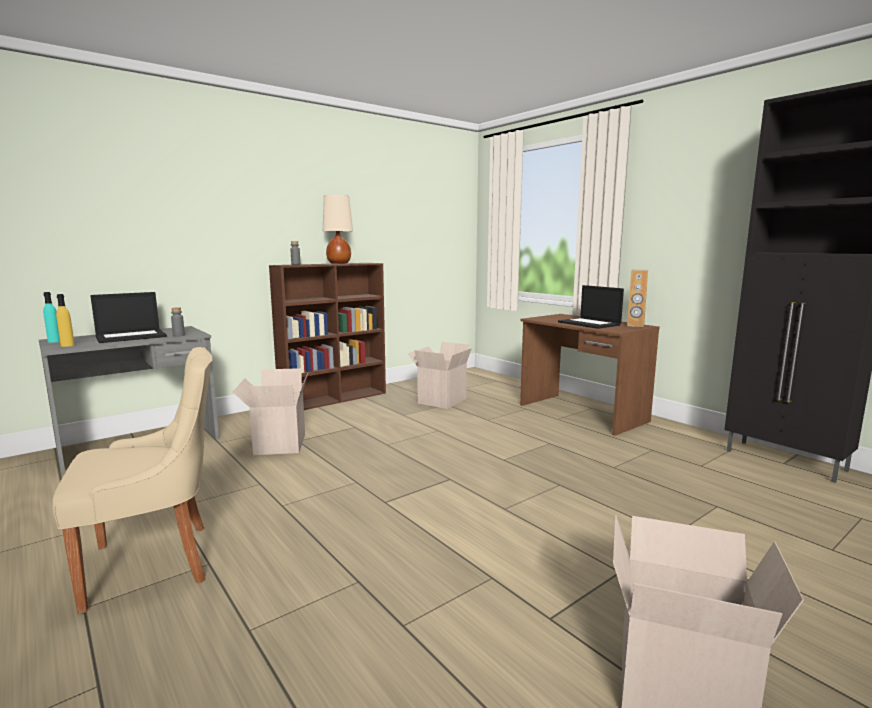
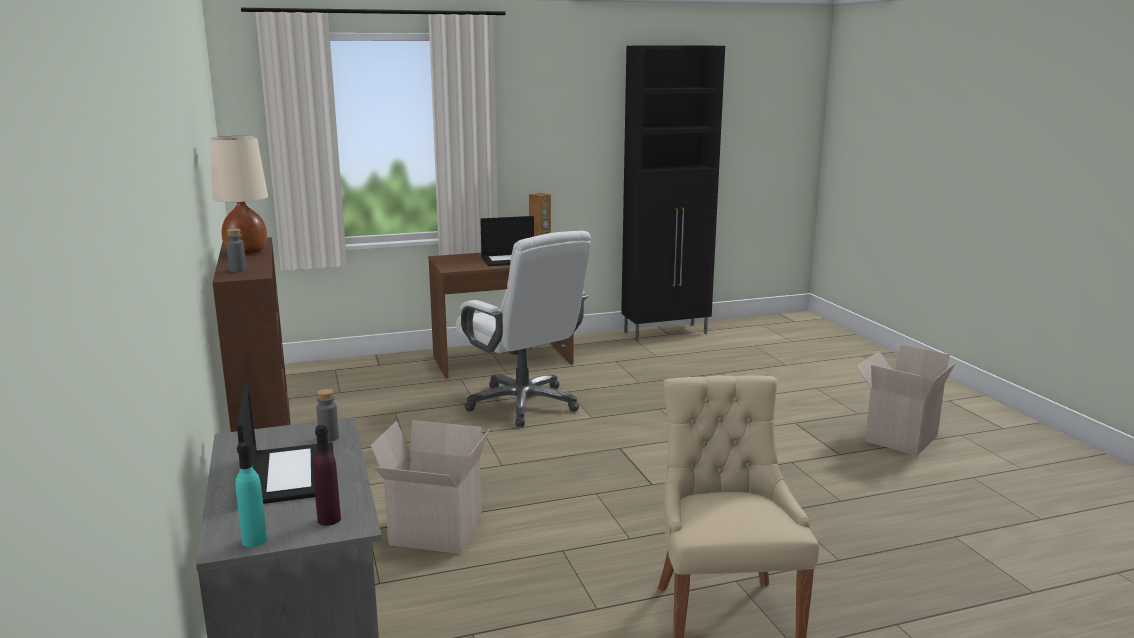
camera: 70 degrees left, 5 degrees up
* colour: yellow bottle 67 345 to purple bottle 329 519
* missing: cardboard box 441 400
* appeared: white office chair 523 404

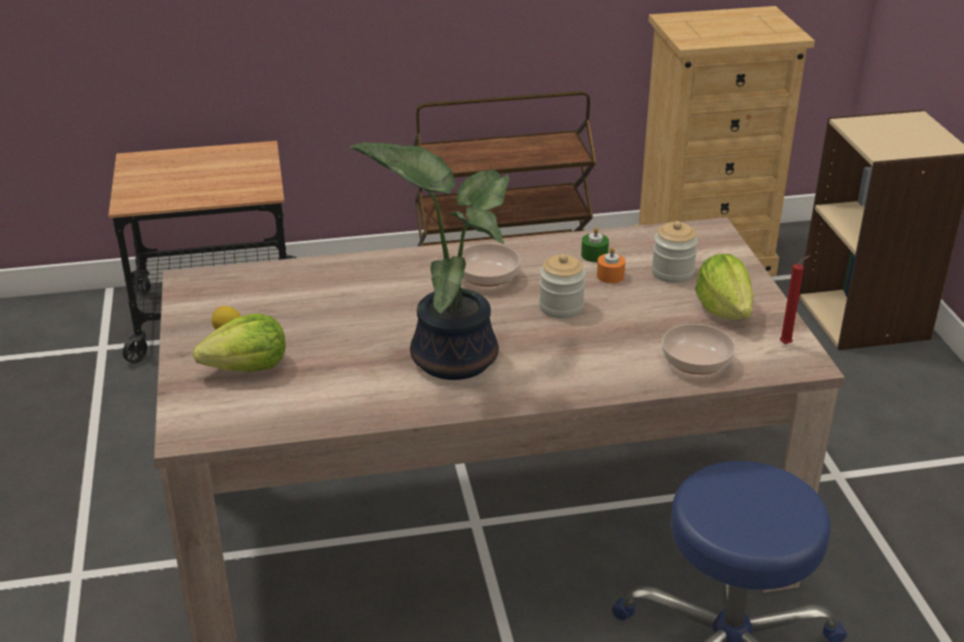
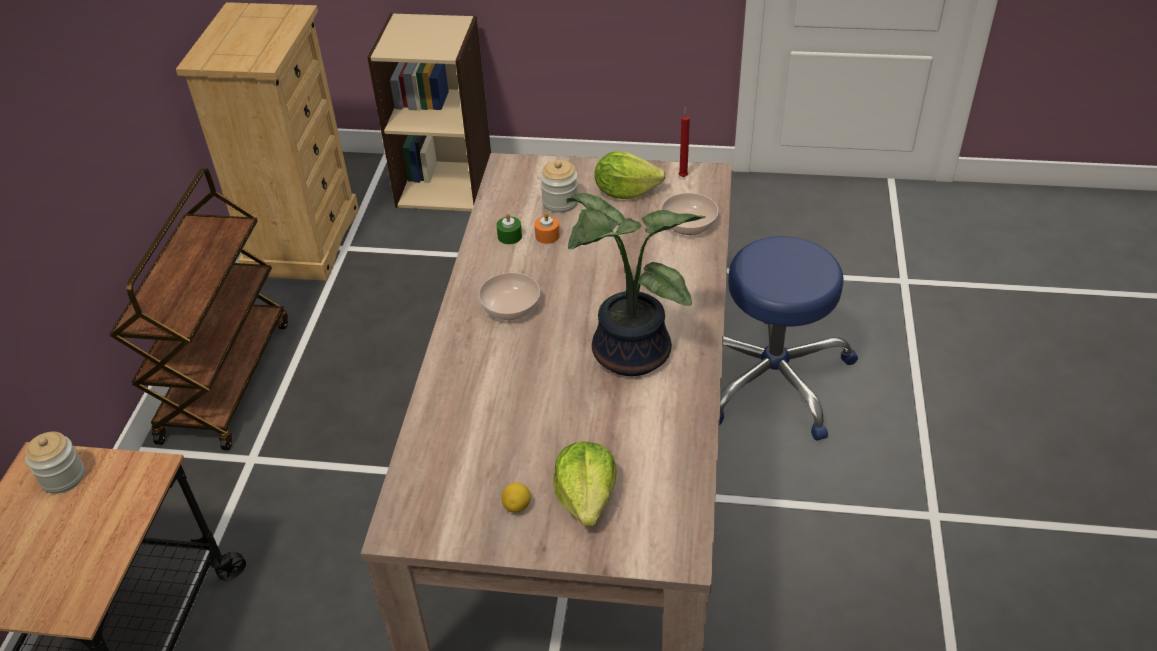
camera: 70 degrees left, 10 degrees up
* relocated: jar 561 307 to 63 477

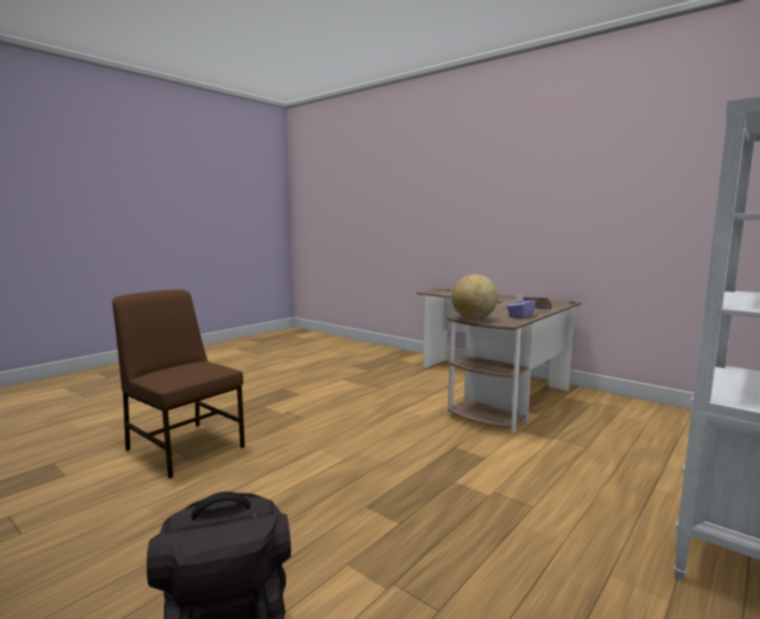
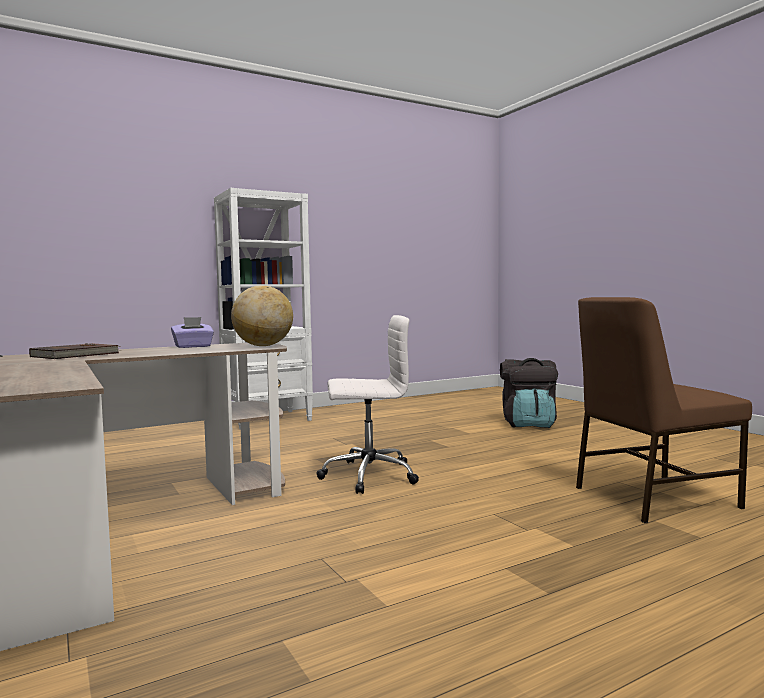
camera: 160 degrees left, 5 degrees down
* spun: brown chair 185 447 = 652 497 105 degrees clockwise
* appeared: white office chair 367 476

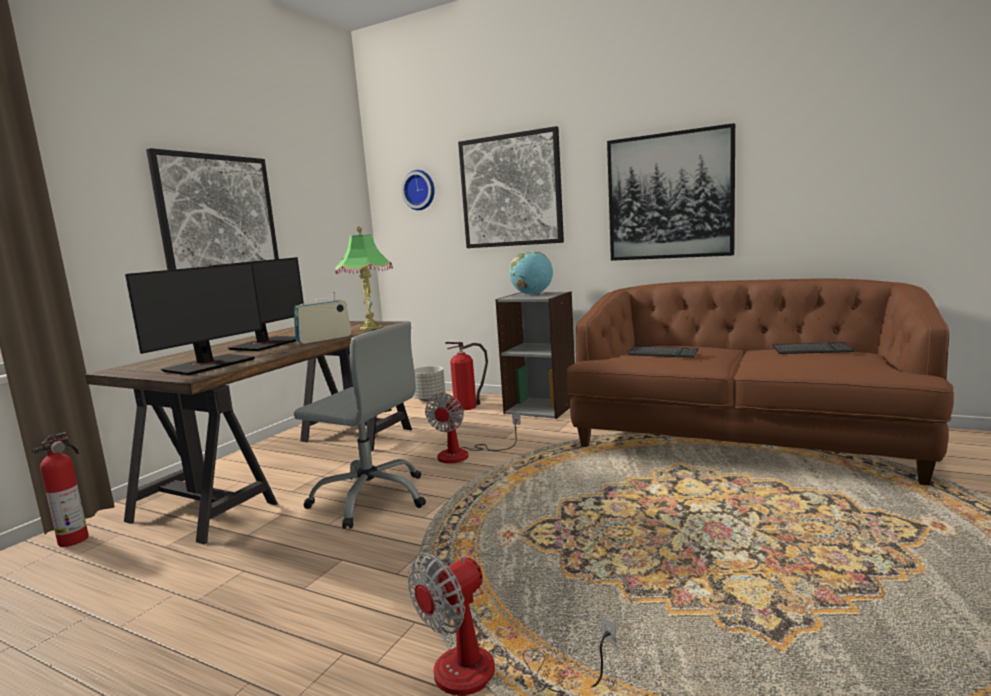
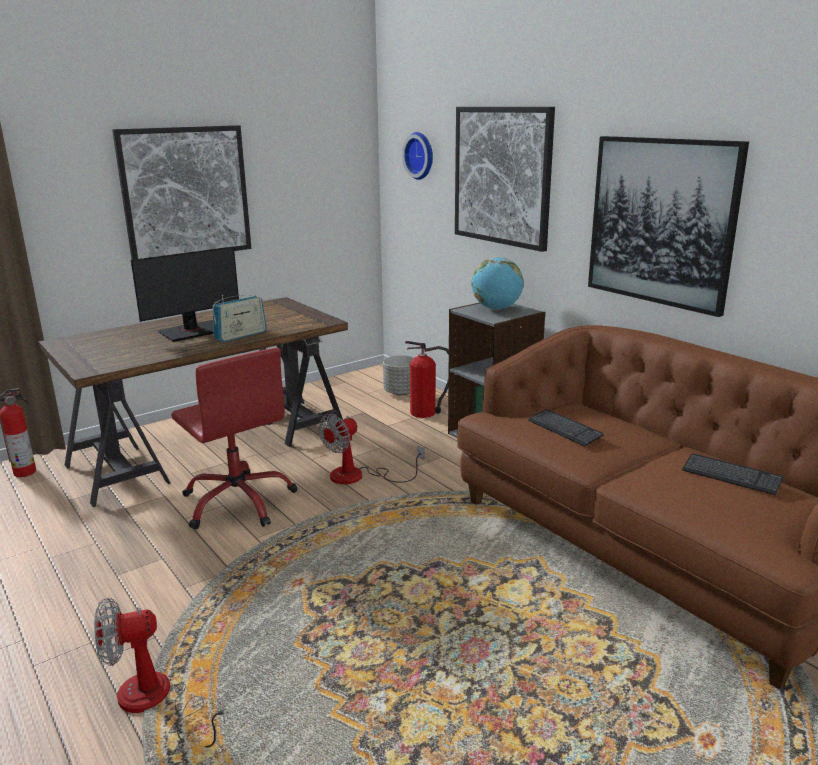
camera: 25 degrees right, 10 degrees up
* missing: monitor 208 365
* spun: radio 324 339 = 241 335 150 degrees clockwise
* colour: grey office chair 371 498 to red office chair 239 501
* missing: table lamp 370 328

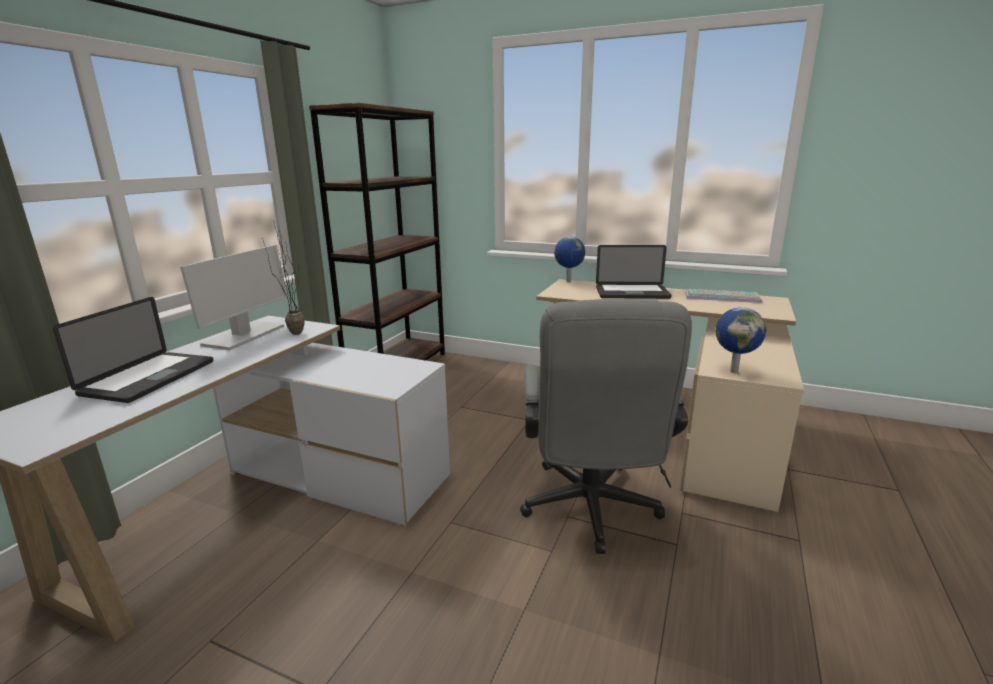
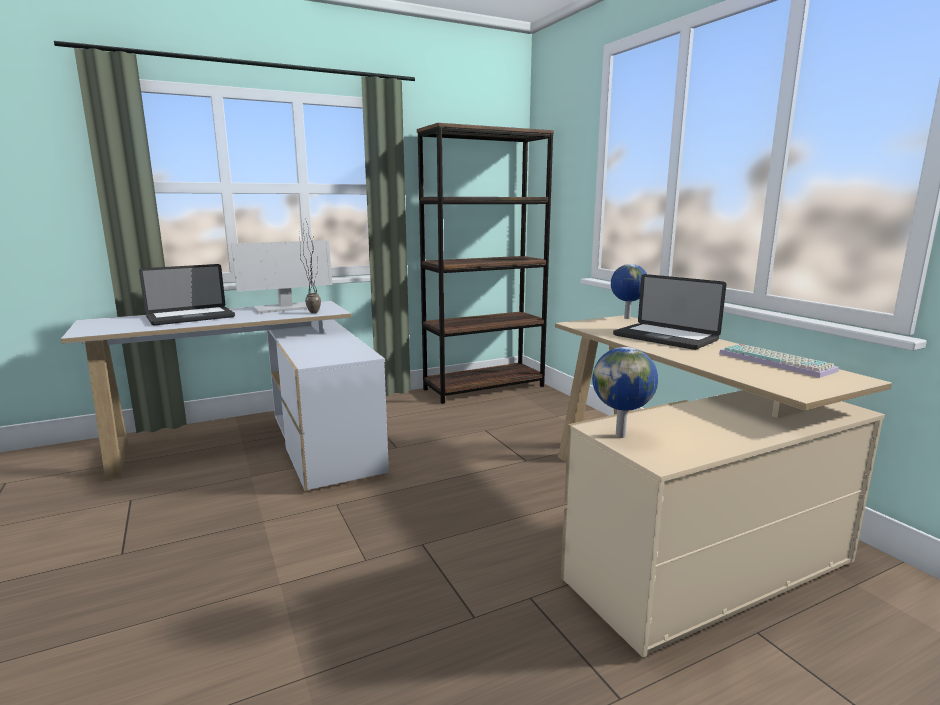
camera: 40 degrees right, 5 degrees down
* missing: grey office chair 590 512

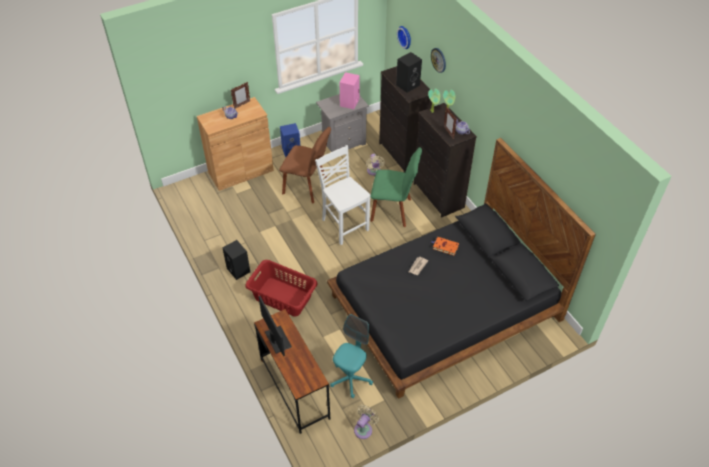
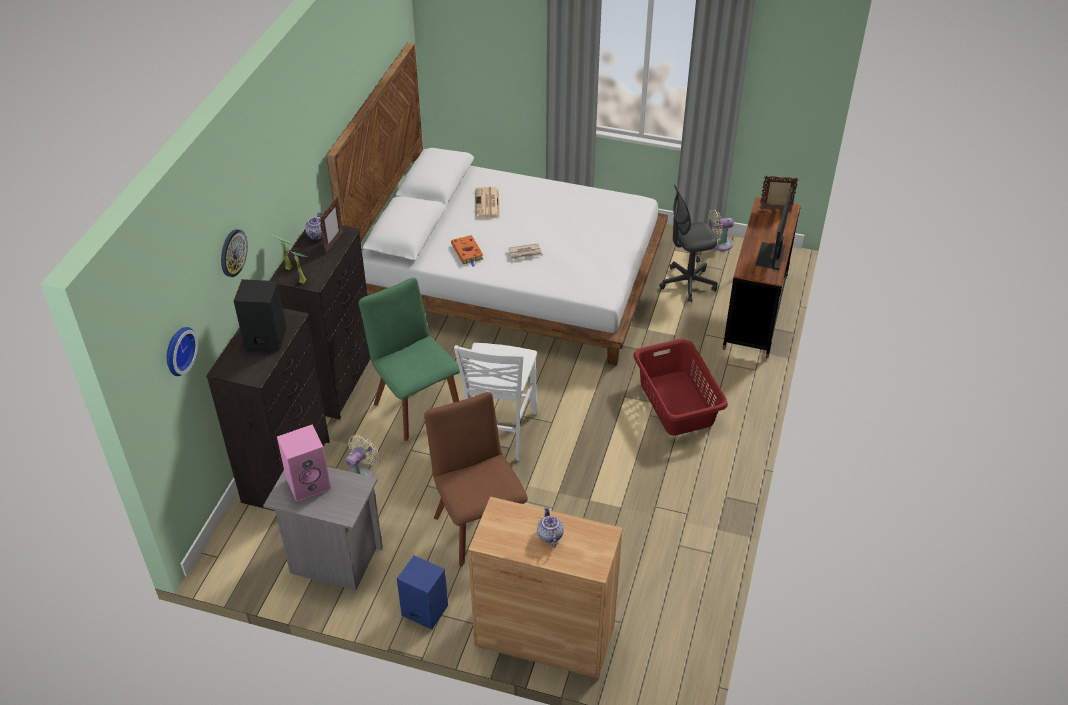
camera: 135 degrees left, 5 degrees down
* missing: black speaker 239 270
* relocated: picture frame 241 105 to 775 210
* colour: black bed 444 307 to white bed 512 275
* colour: turquoise office chair 351 379 to grey office chair 687 283
* appeared: newspaper 487 203

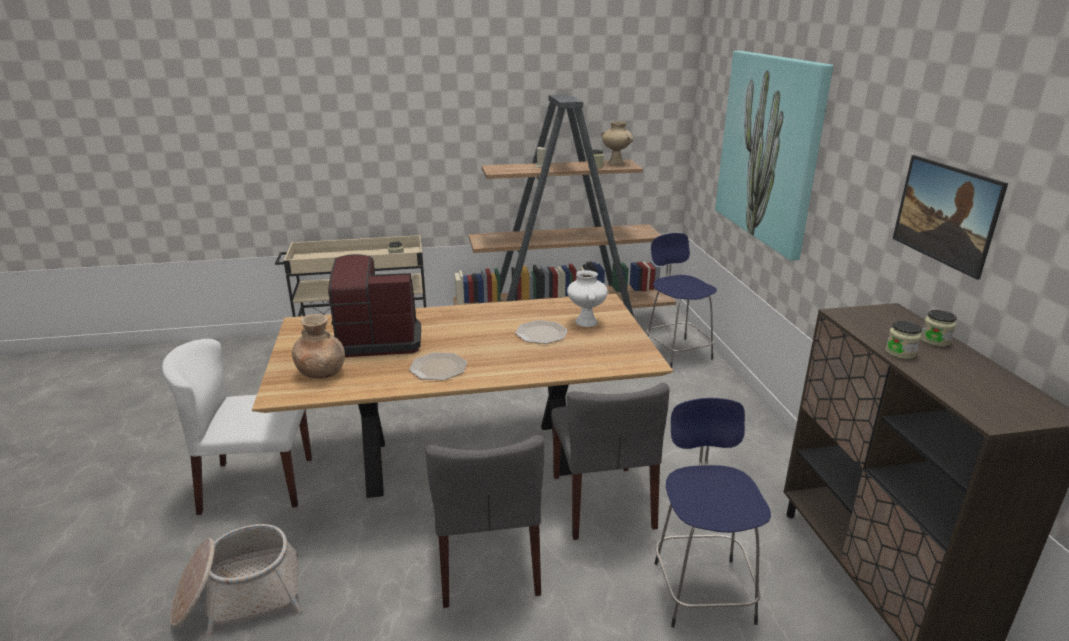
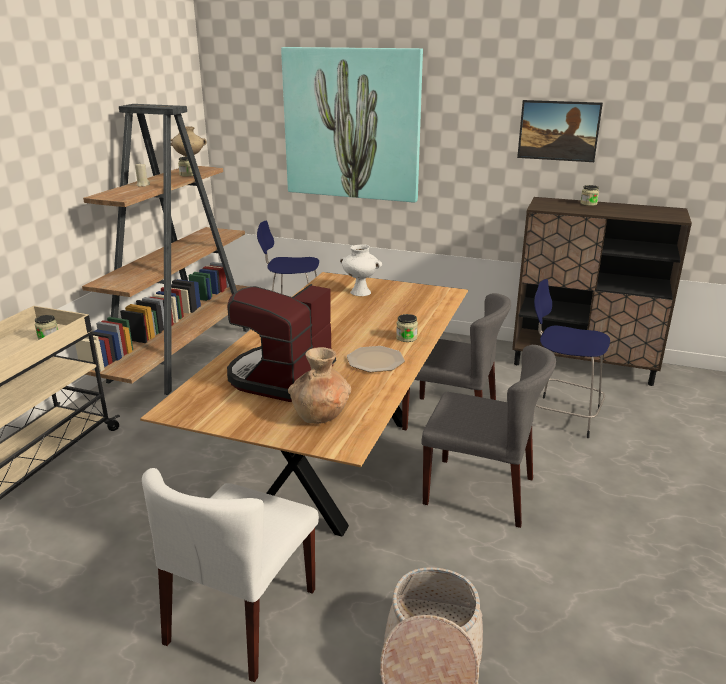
camera: 60 degrees left, 0 degrees up
* missing: plate 541 333
* relocated: jar 900 352 to 406 338

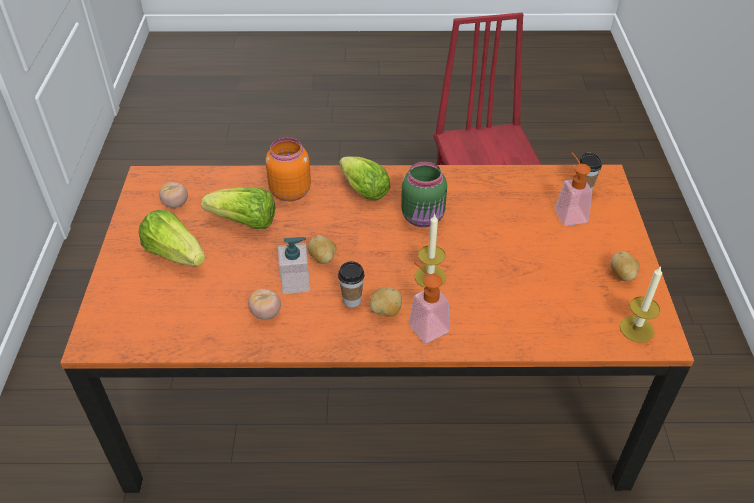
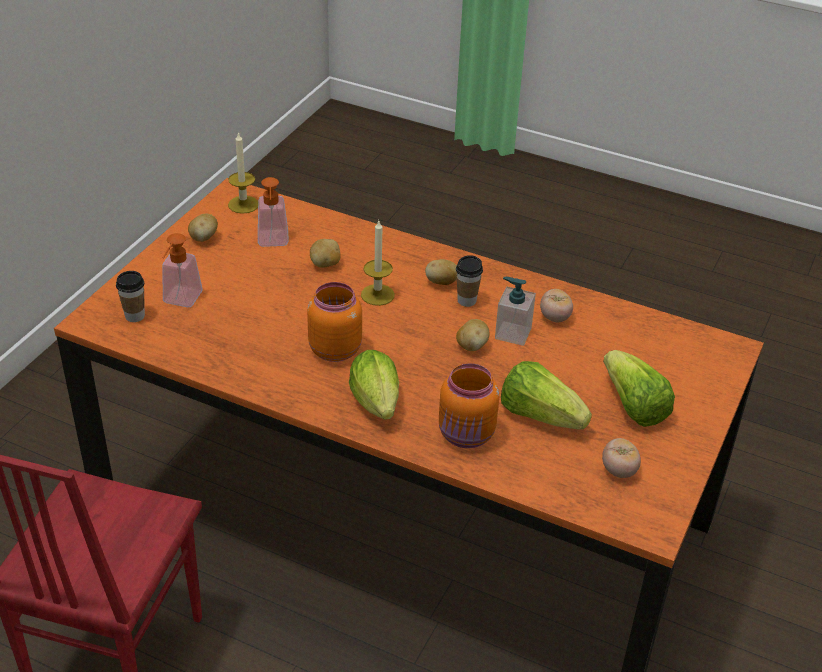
camera: 155 degrees left, 5 degrees down
* colour: green jar 423 218 to orange jar 334 349
* relocated: soap dispenser 424 324 to 273 243
* appeared: potato 325 264

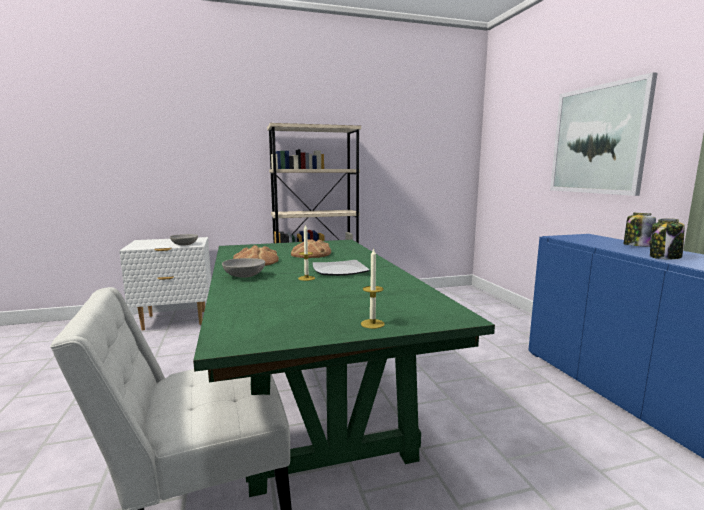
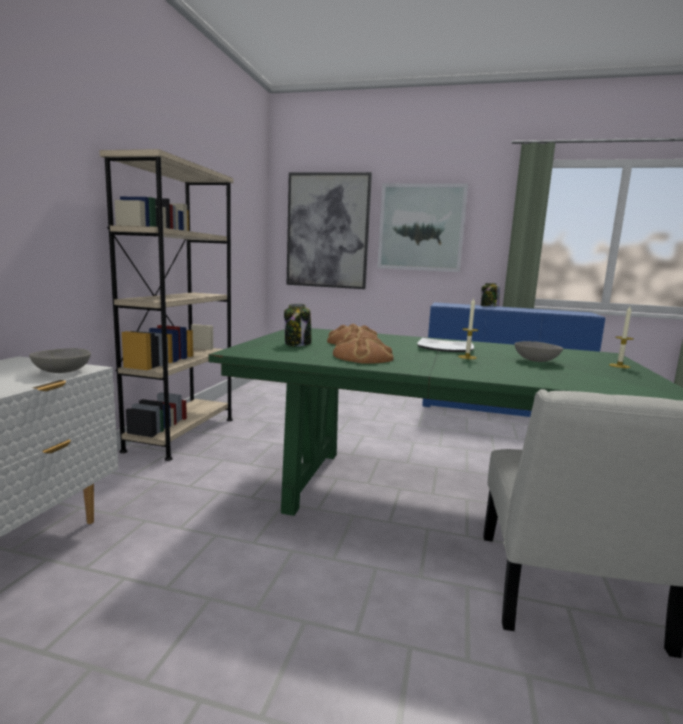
camera: 60 degrees left, 0 degrees up
* relocated: grey bowl 244 276 to 535 361
* relocated: jar 665 257 to 298 344
* appeared: picture 328 231

